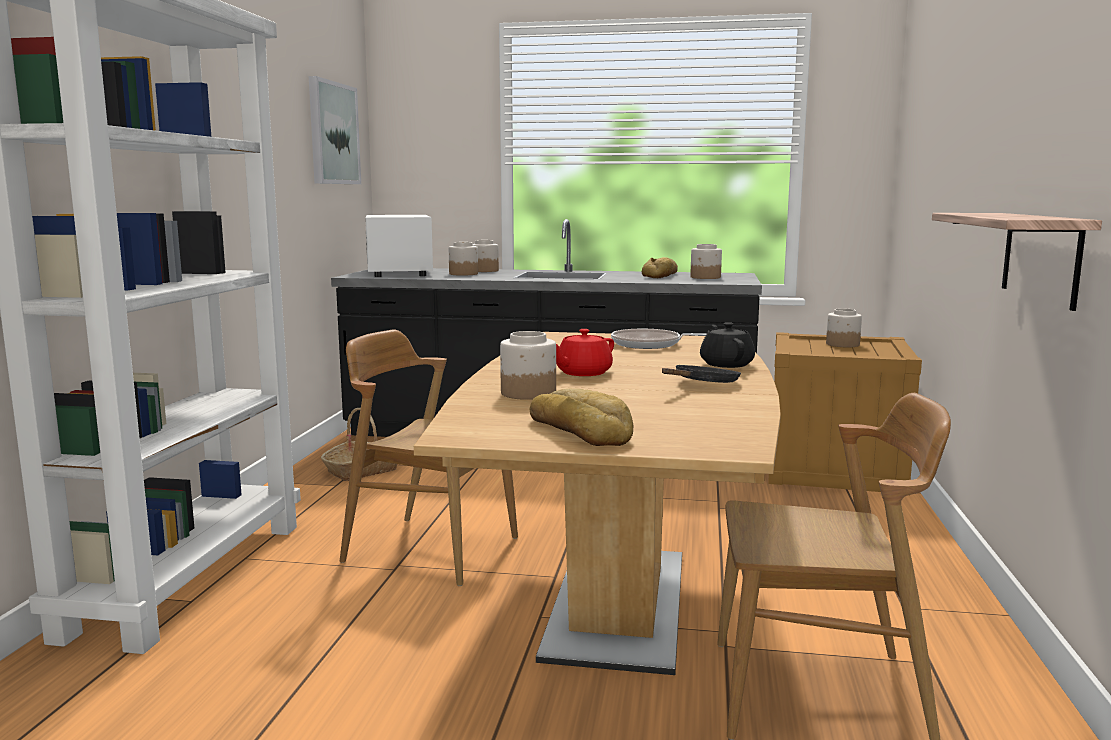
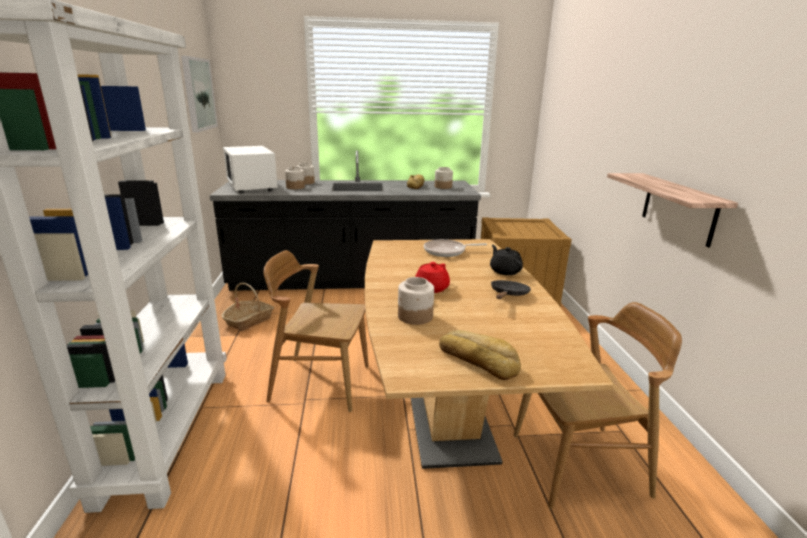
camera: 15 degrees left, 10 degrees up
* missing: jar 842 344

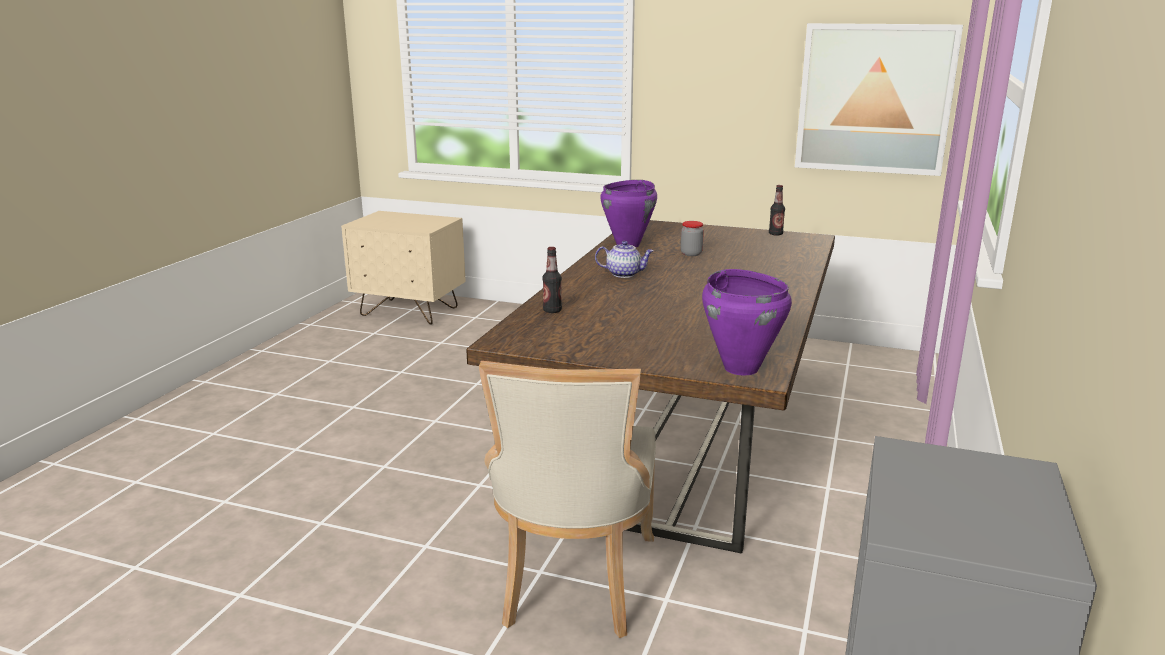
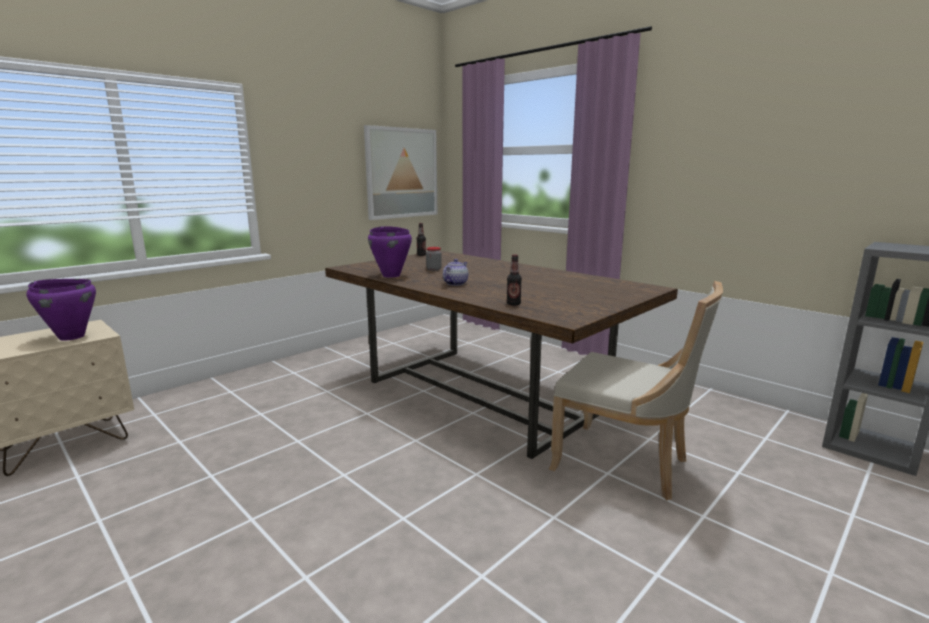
camera: 65 degrees left, 5 degrees down
* relocated: purple cooking pot 741 368 to 71 337

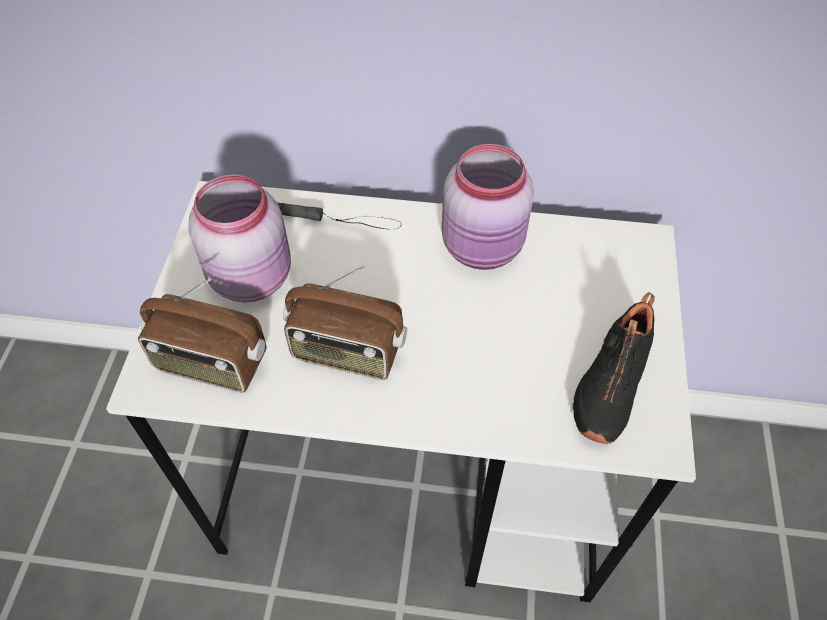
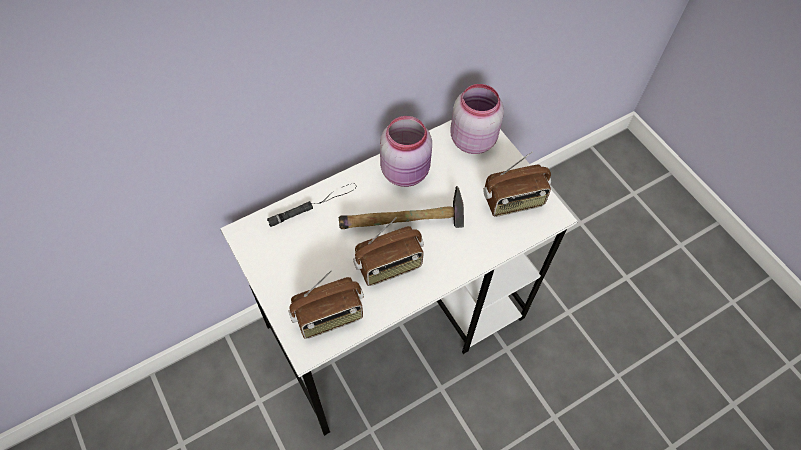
camera: 40 degrees left, 5 degrees up
* relocated: pink jar 252 275 to 472 139
* exchanged: black shoe 608 382 to radio 513 202
* appeared: hammer 405 223

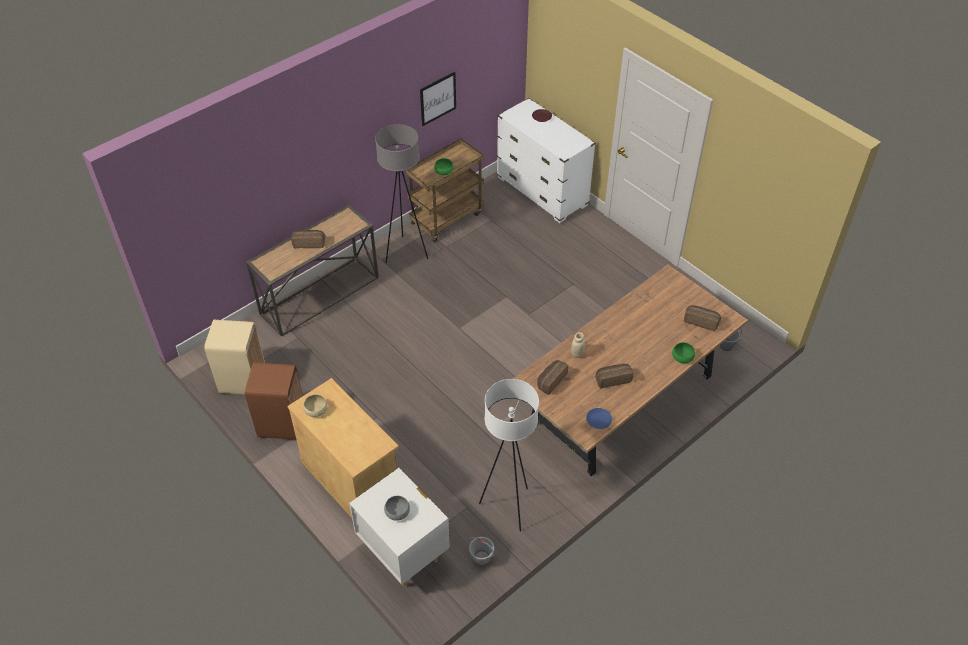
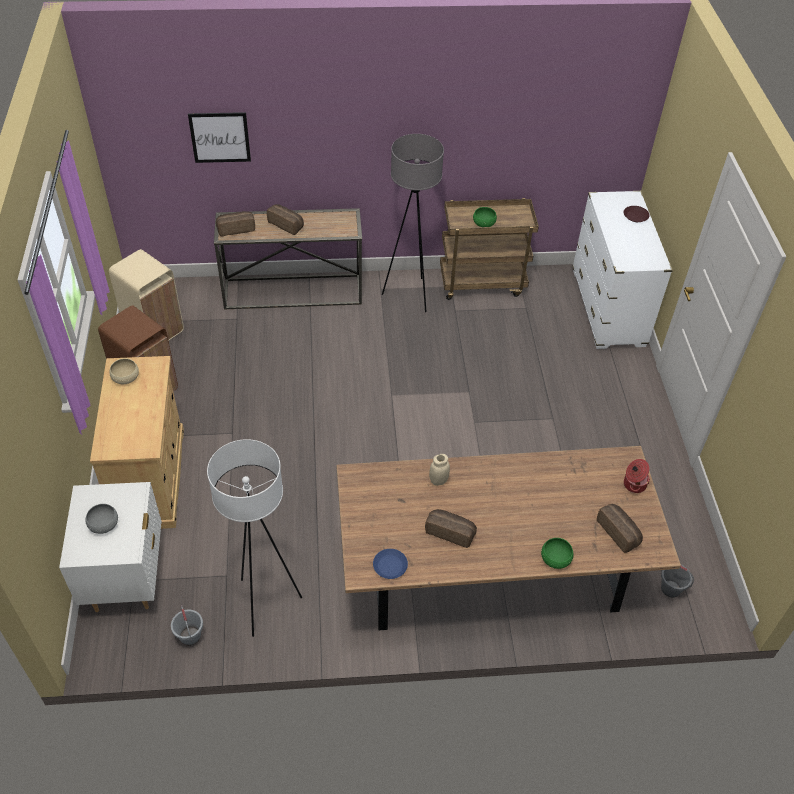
camera: 35 degrees right, 0 degrees up
* relocated: picture 438 98 to 220 137
* relocated: bread 550 380 to 236 228
* appeared: cooking pot 633 484

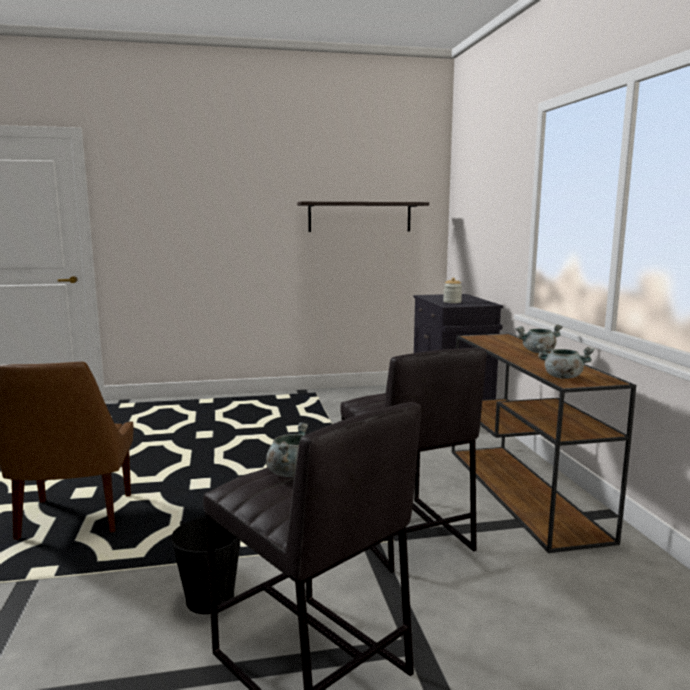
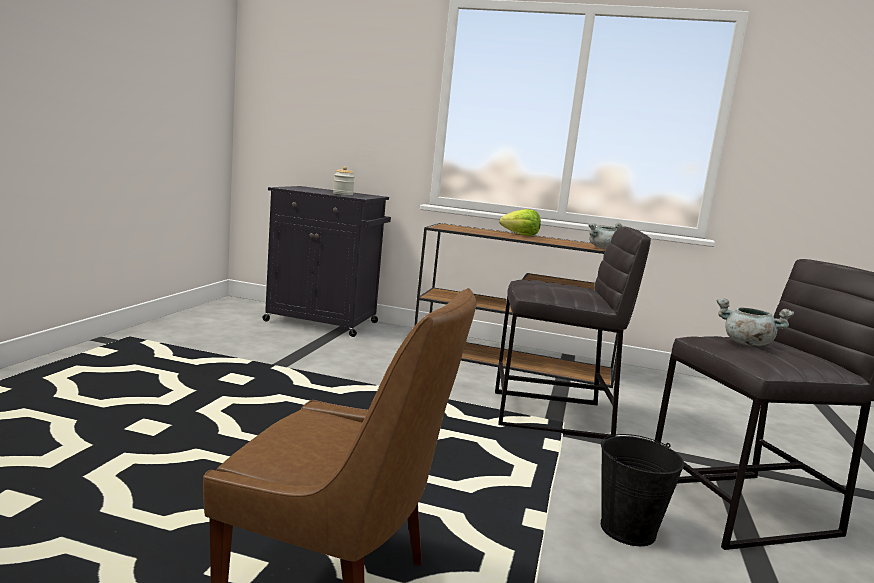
camera: 65 degrees left, 0 degrees up
* missing: shelf 360 217
* exchanged: grey cooking pot 538 352 to lettuce 520 234

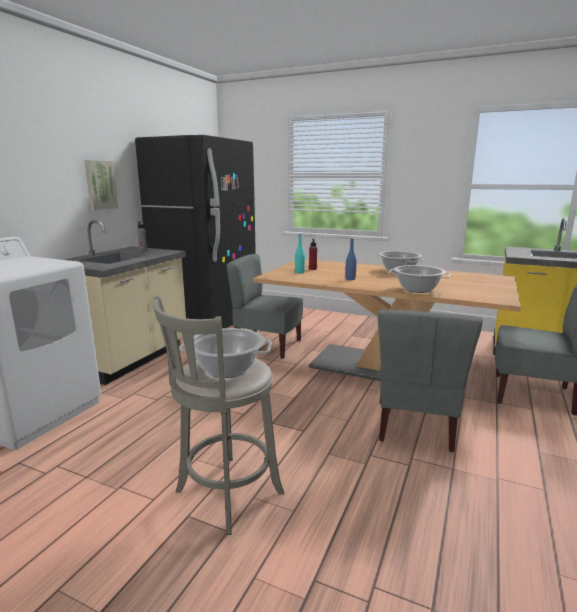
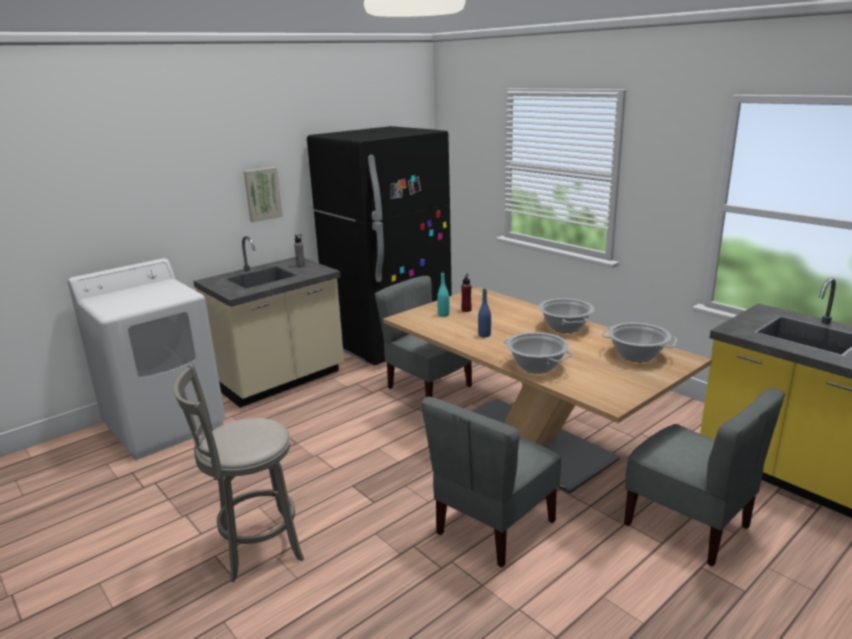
camera: 25 degrees right, 5 degrees up
* relocated: cooking pot 227 369 to 637 355

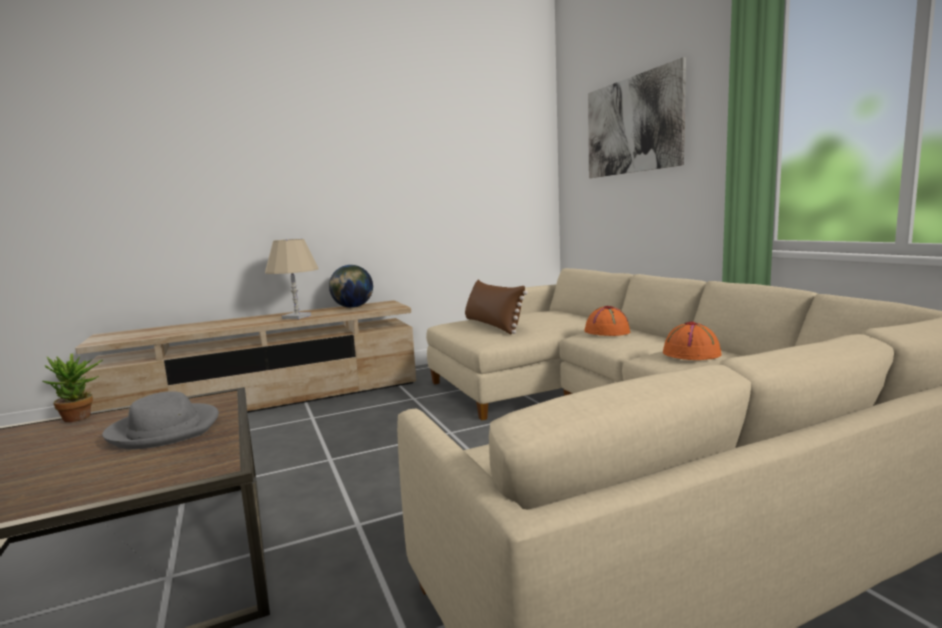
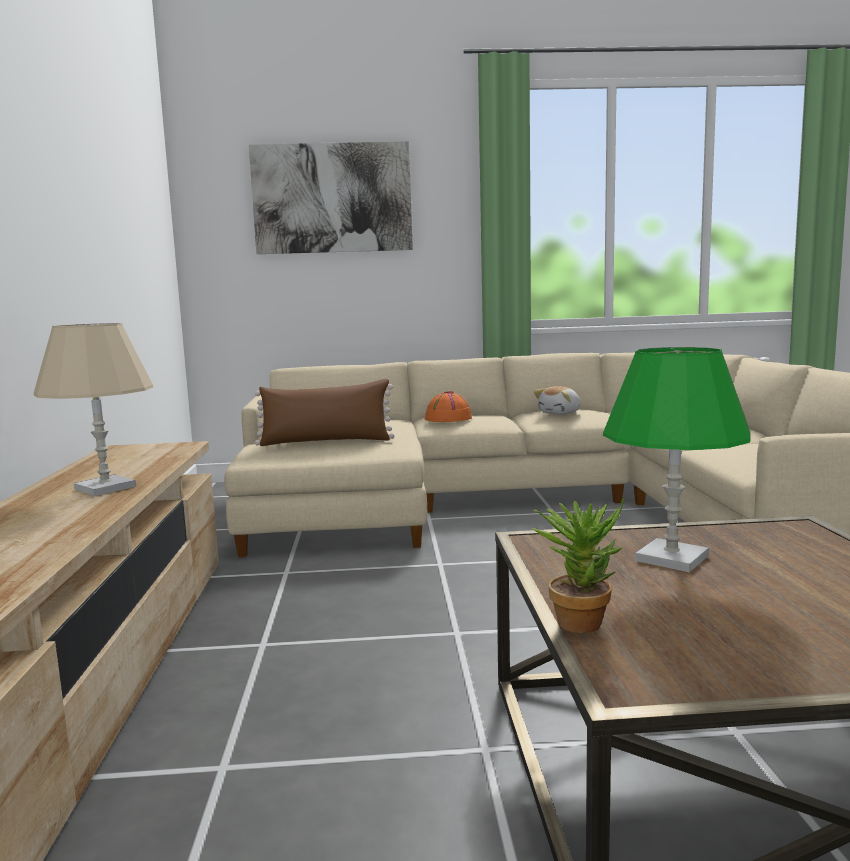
camera: 70 degrees left, 0 degrees up
* exchanged: grey hat 165 430 to green table lamp 671 558
* missing: globe 353 307
* exchanged: orange hat 692 354 to plush toy 560 413

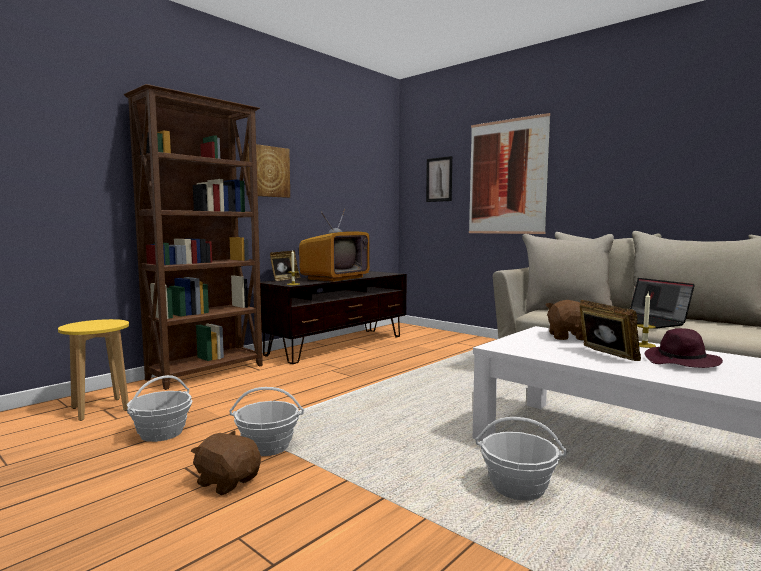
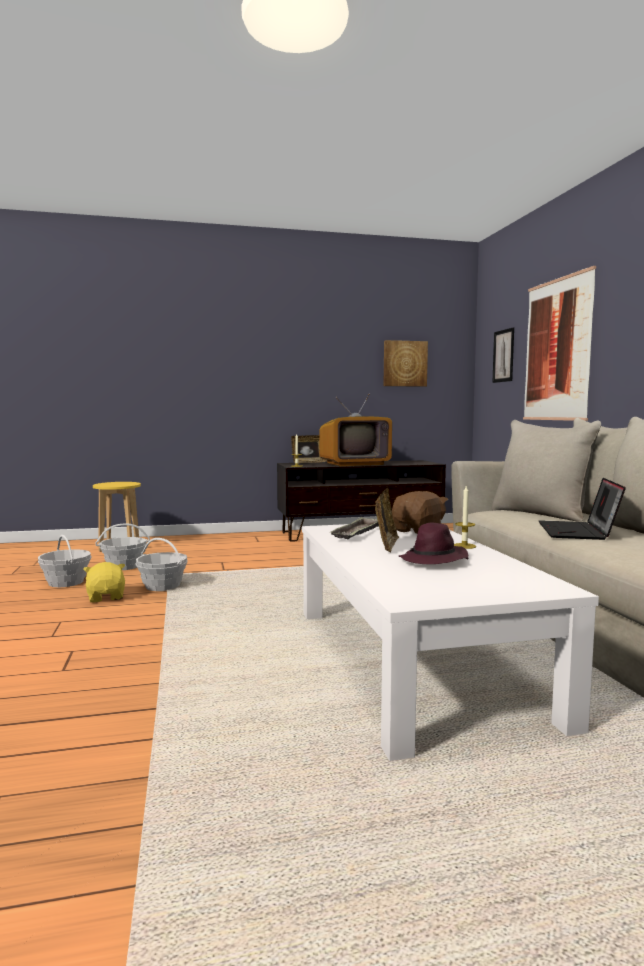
camera: 35 degrees right, 0 degrees up
* missing: brown bookcase 208 372
* colour: brown plush toy 228 481 to yellow plush toy 106 597
* relocated: picture 267 171 to 404 363
* relocated: basket 518 488 to 66 582
* appeared: tray 356 533

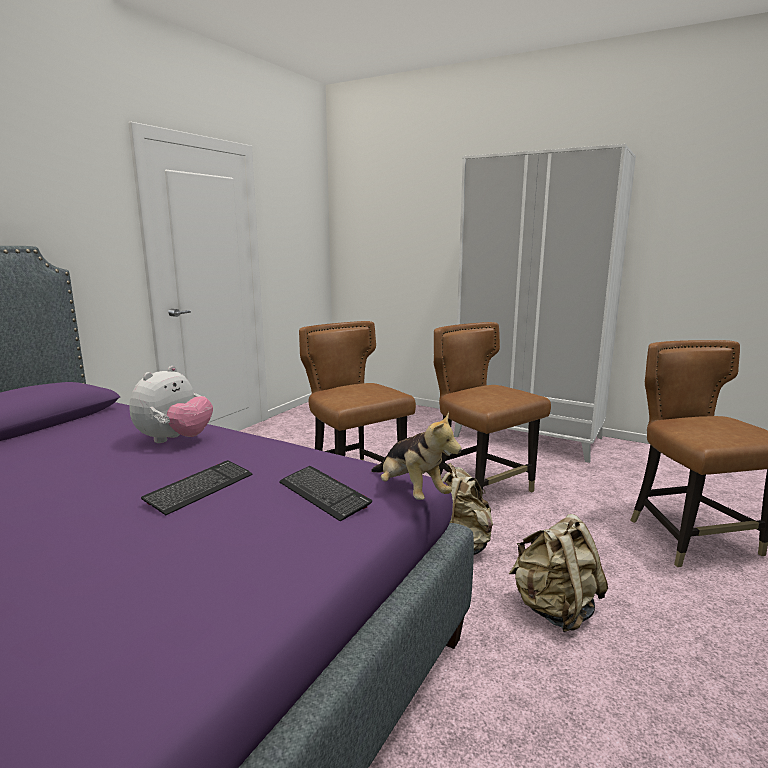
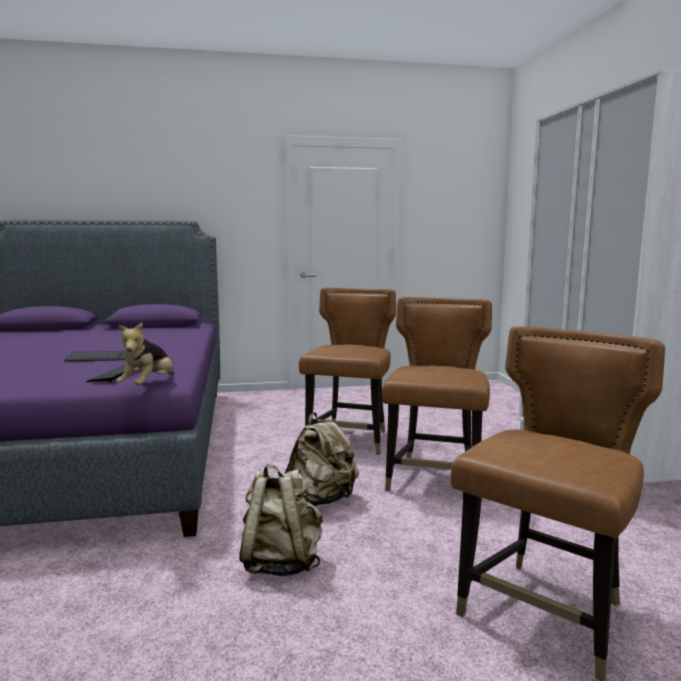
camera: 50 degrees right, 5 degrees down
* missing: plush toy 175 440

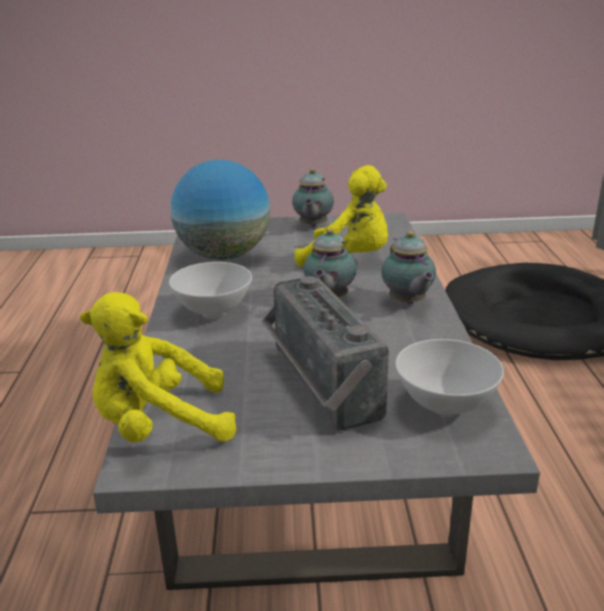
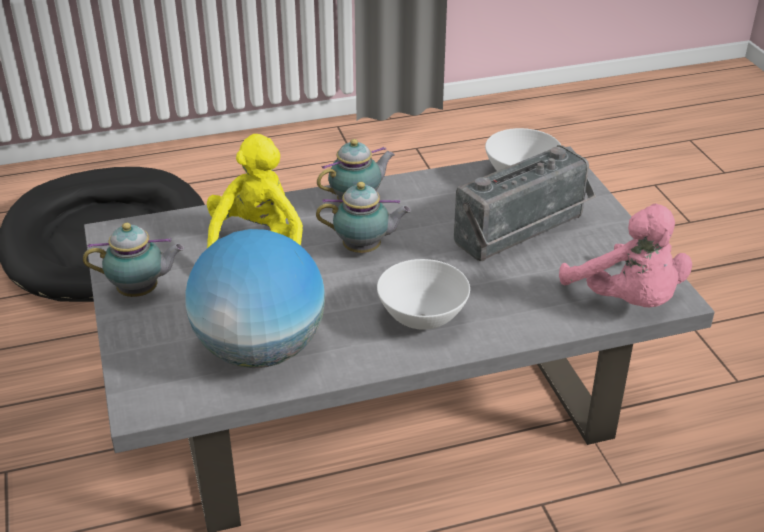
camera: 105 degrees left, 10 degrees up
* colour: yellow plush toy 159 426 to pink plush toy 627 301

